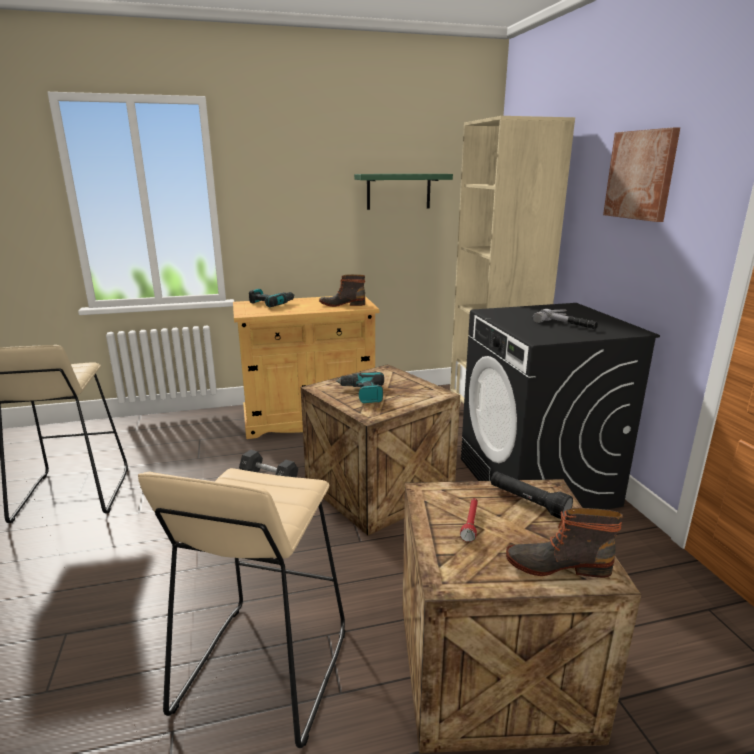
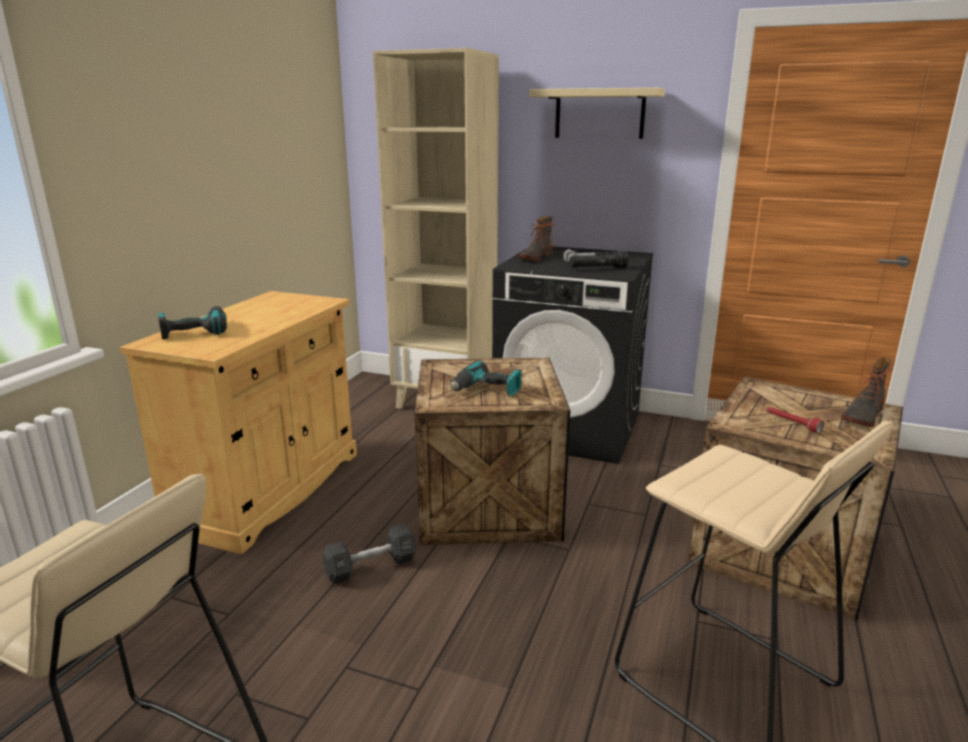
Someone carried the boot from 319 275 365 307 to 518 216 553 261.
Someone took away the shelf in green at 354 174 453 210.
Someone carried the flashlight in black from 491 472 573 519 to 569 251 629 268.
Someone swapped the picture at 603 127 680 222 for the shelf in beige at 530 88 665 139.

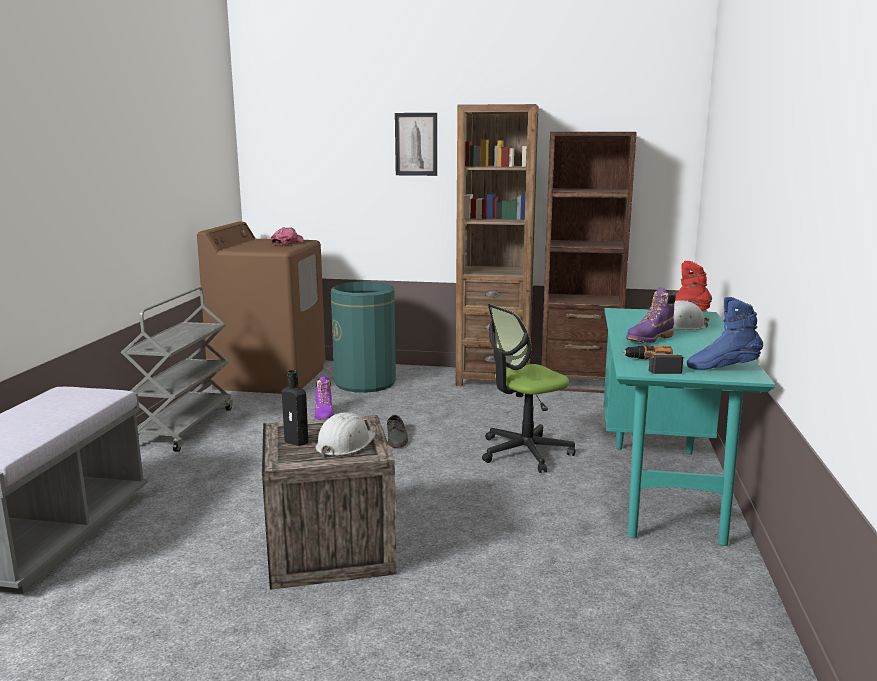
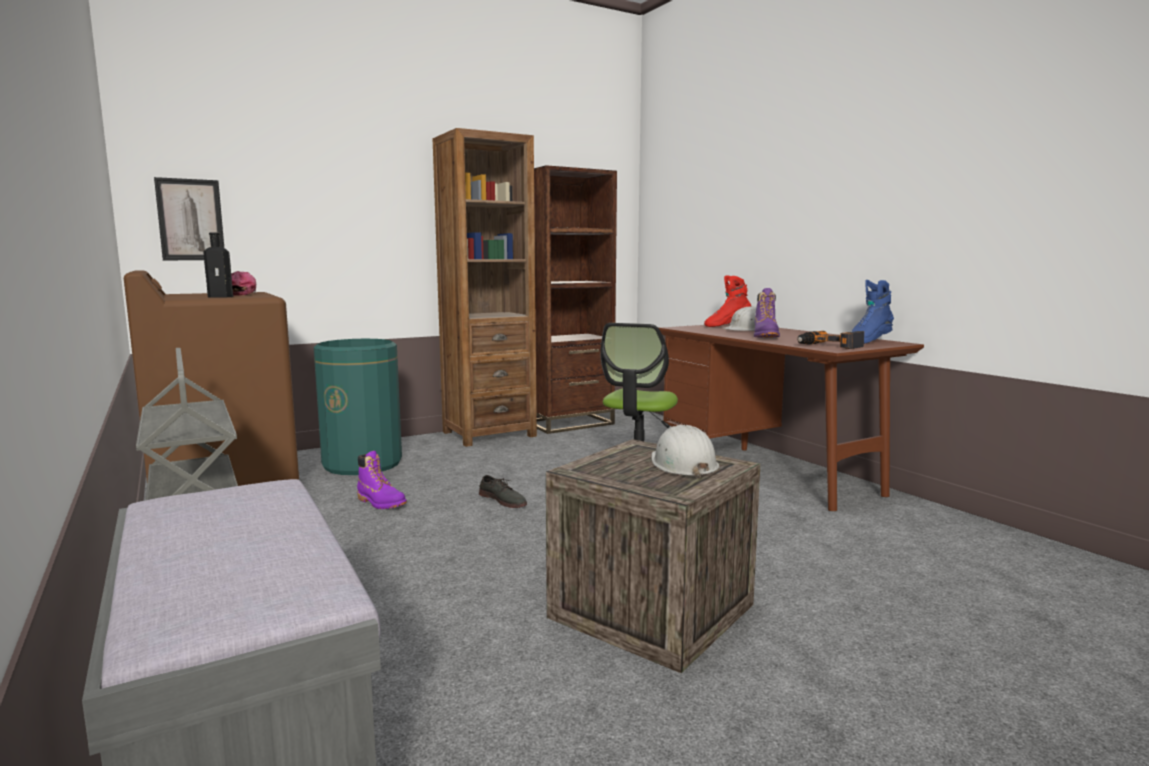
Someone carried the bottle in black from 282 370 308 446 to 203 233 233 298.
Someone carried the picture from 395 113 437 176 to 154 177 224 260.
Someone repainted the desk in turquoise at 604 308 775 546, which became the desk in brown at 659 323 924 511.

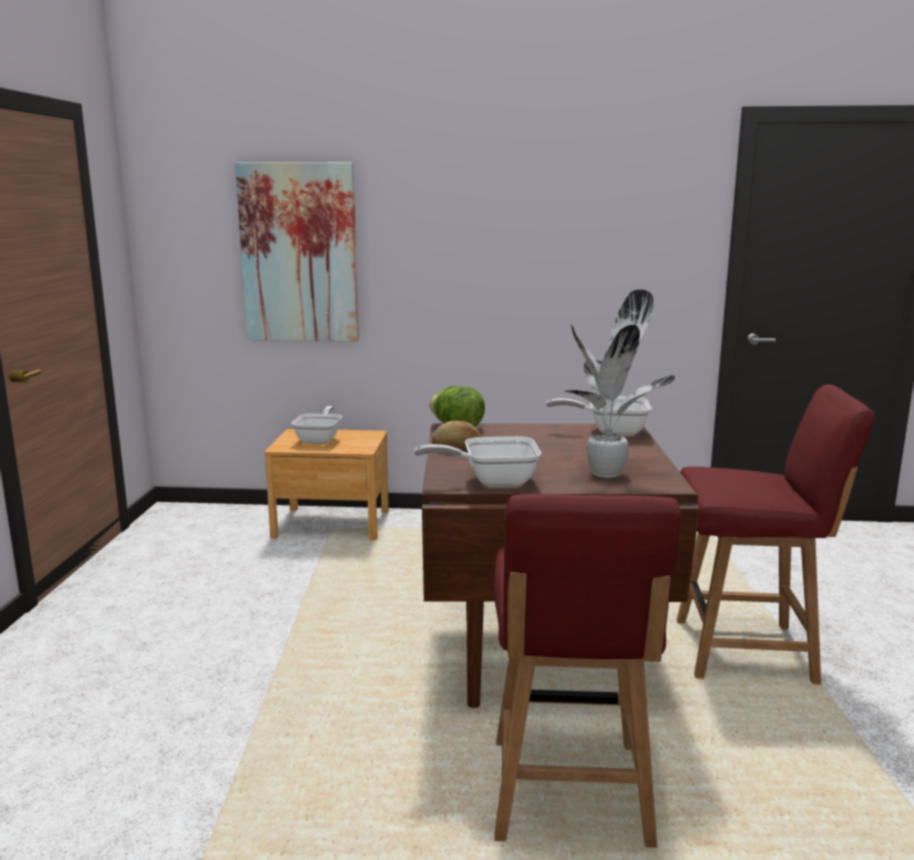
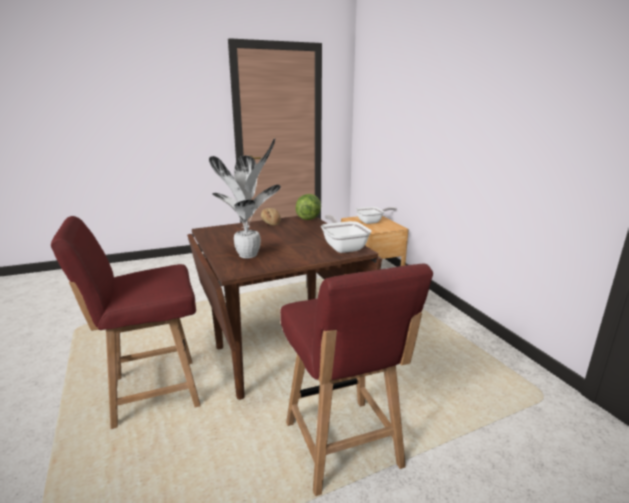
Someone took away the picture at 235 162 359 342.
Someone took away the frying pan at 414 436 541 487.

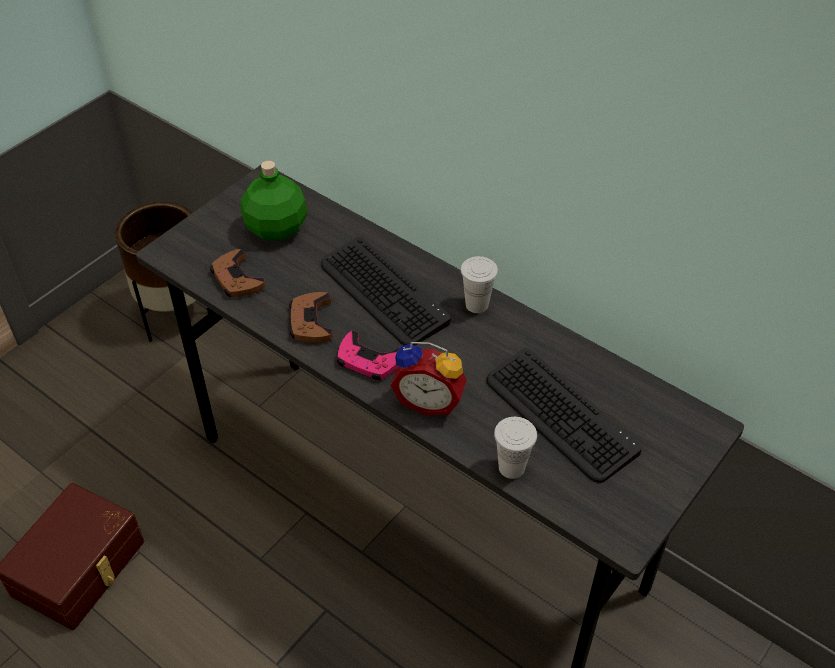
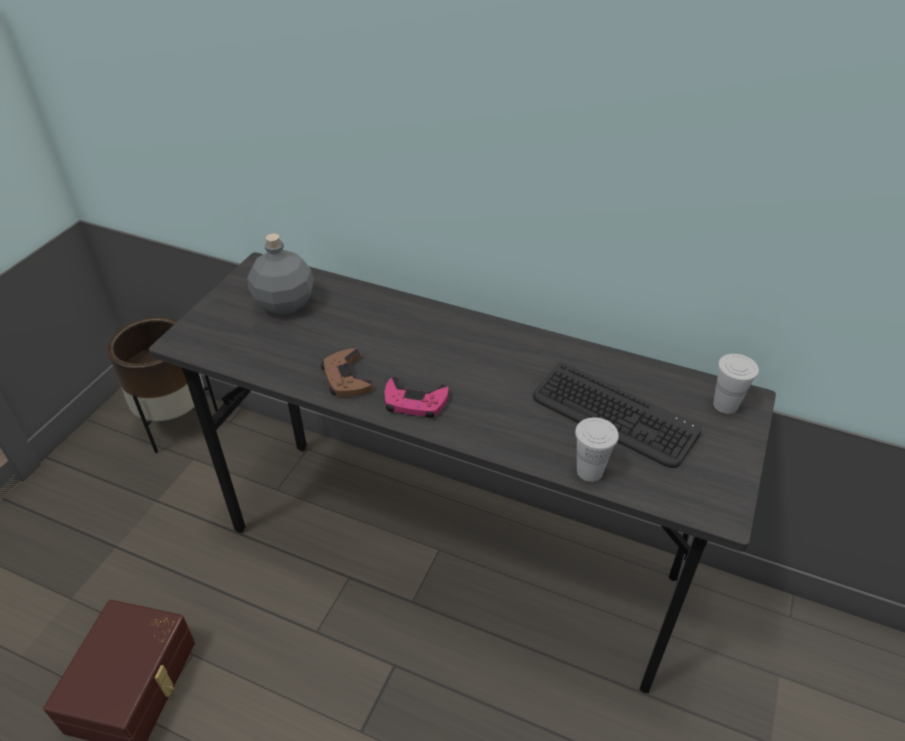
Someone took away the game controller in brown at 210 249 265 297.
Someone repainted the bottle in green at 241 161 307 241, which became the bottle in grey at 247 233 314 315.
Someone took away the keyboard at 321 236 450 346.
Someone took away the alarm clock at 390 342 467 415.
Someone carried the cup in white from 461 256 498 313 to 713 354 759 414.

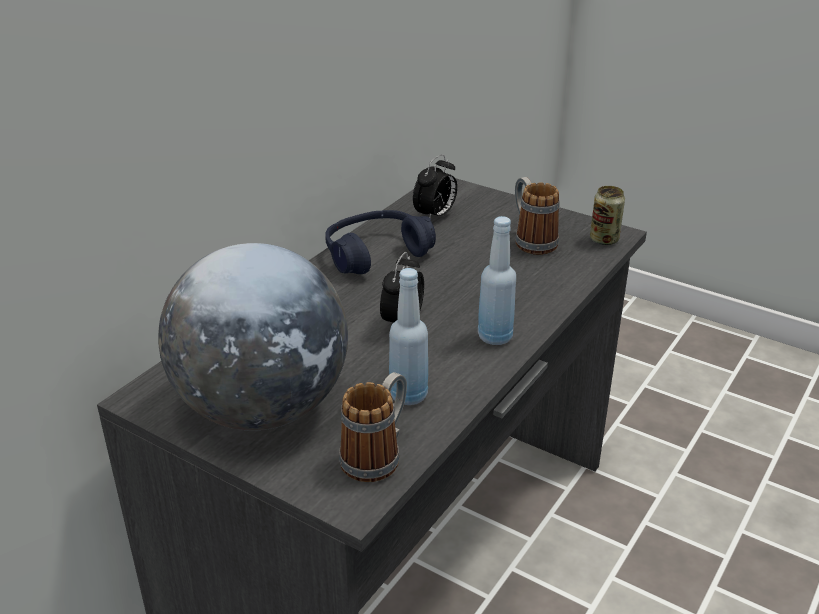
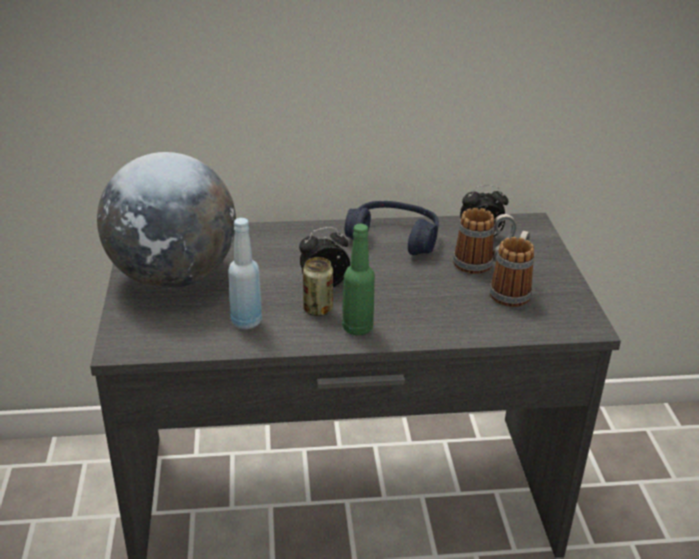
Someone carried the mug from 339 372 407 482 to 453 208 517 274.
Someone repainted the bottle in blue at 478 216 516 345, which became the bottle in green at 342 224 375 335.
Someone carried the can from 590 186 625 245 to 303 257 333 316.

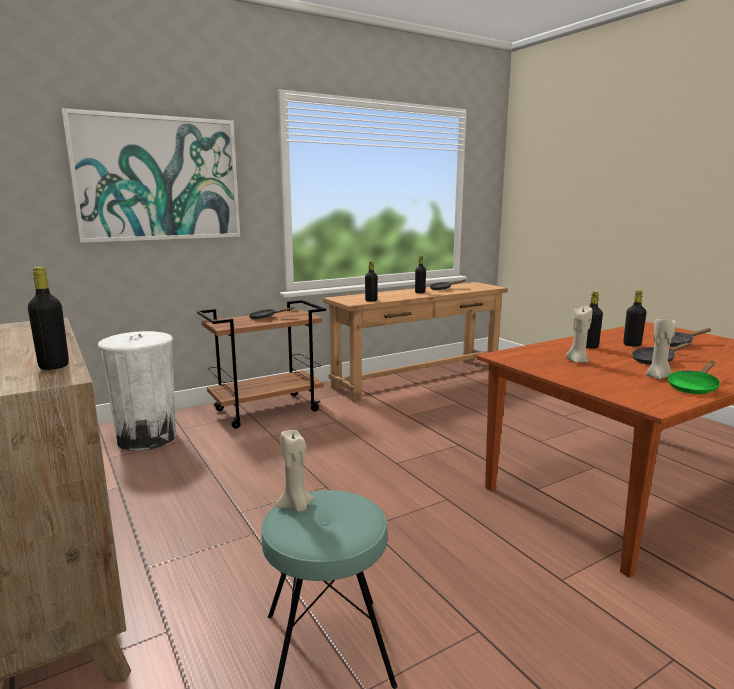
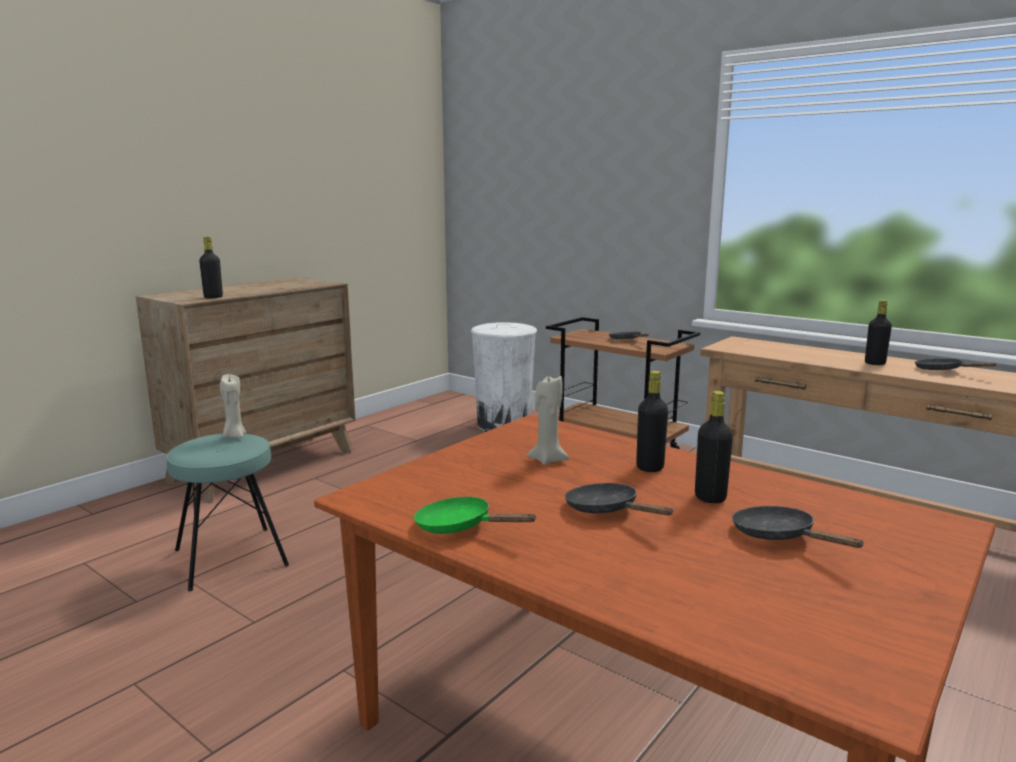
Someone took away the picture at 62 108 240 243.
Someone took away the bottle in black at 365 261 378 302.
Someone took away the candle in beige at 646 319 676 379.

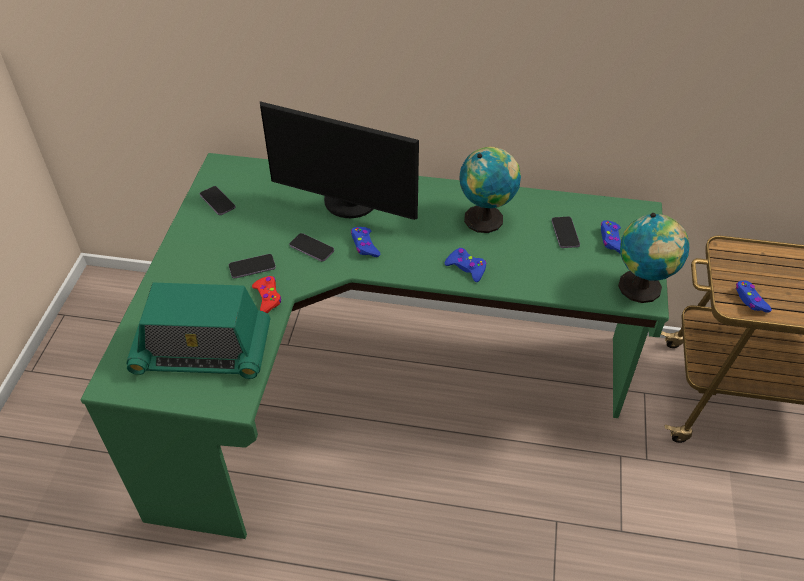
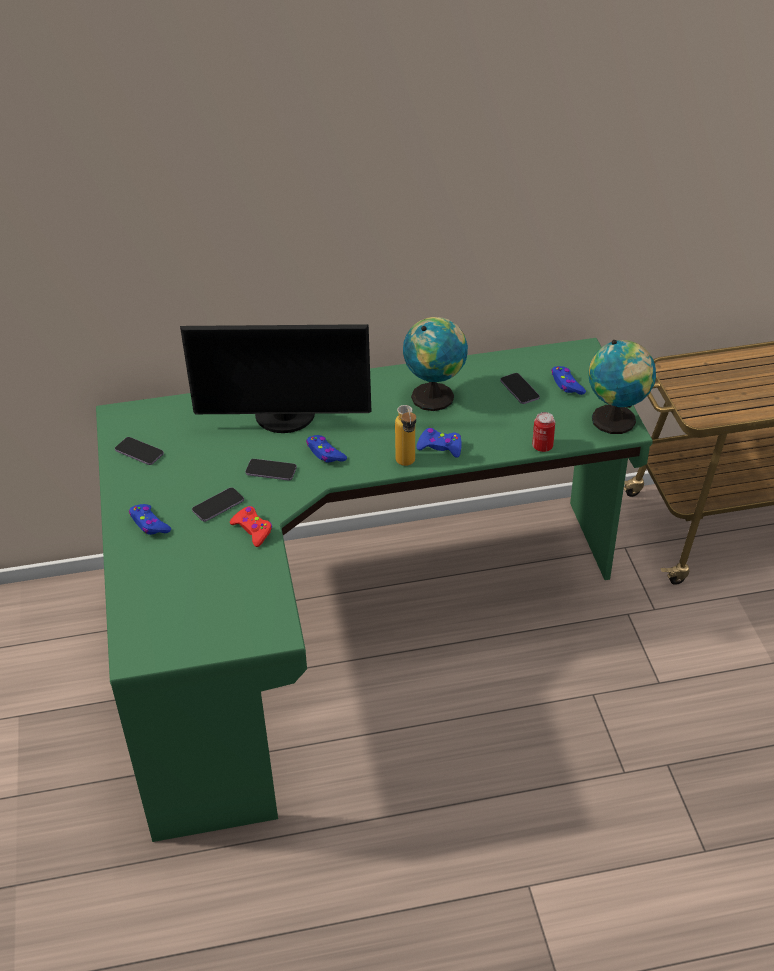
Someone took away the radio at 126 283 270 379.
Someone carried the game controller in blue from 736 280 772 313 to 129 504 171 535.
Someone put down the bottle at 395 405 416 466.
Someone put down the can at 532 412 555 452.

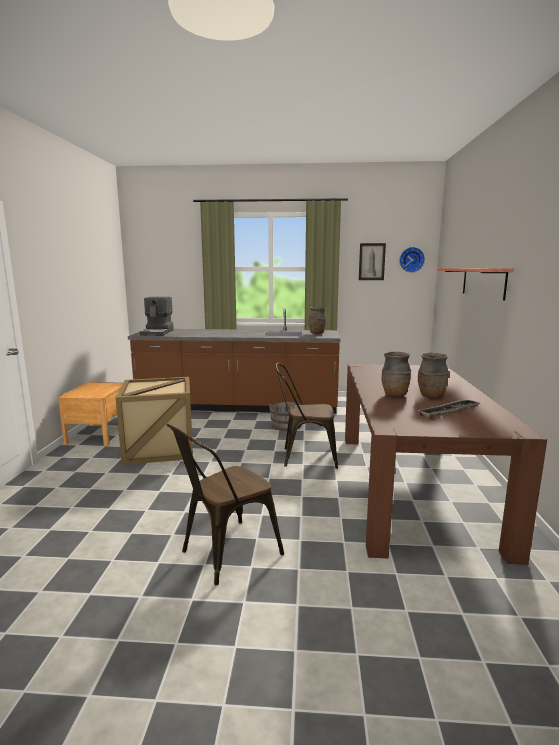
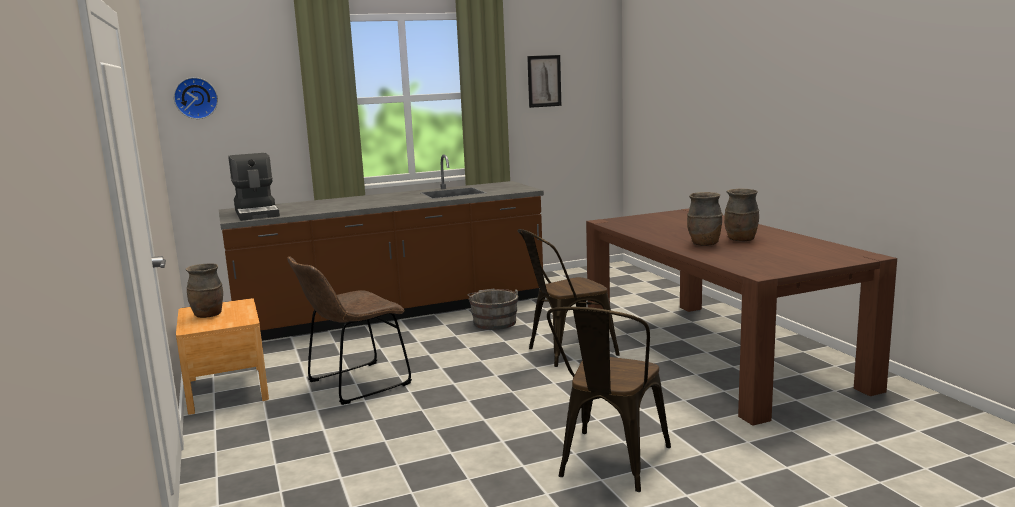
Someone swapped the crate at 116 377 193 465 for the chair in brown at 287 257 412 405.
Someone carried the vase in brown from 309 307 326 334 to 186 263 223 318.
Someone carried the wall clock from 399 247 425 273 to 174 77 218 119.
Someone took away the tray at 419 400 479 418.
Someone took away the shelf at 437 268 514 300.

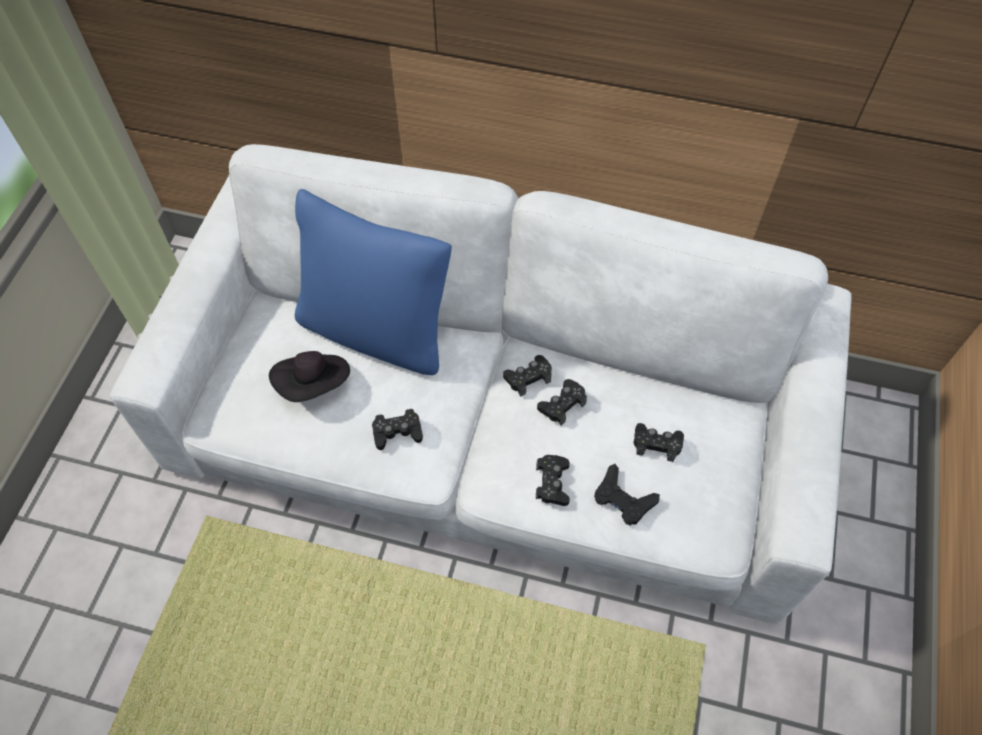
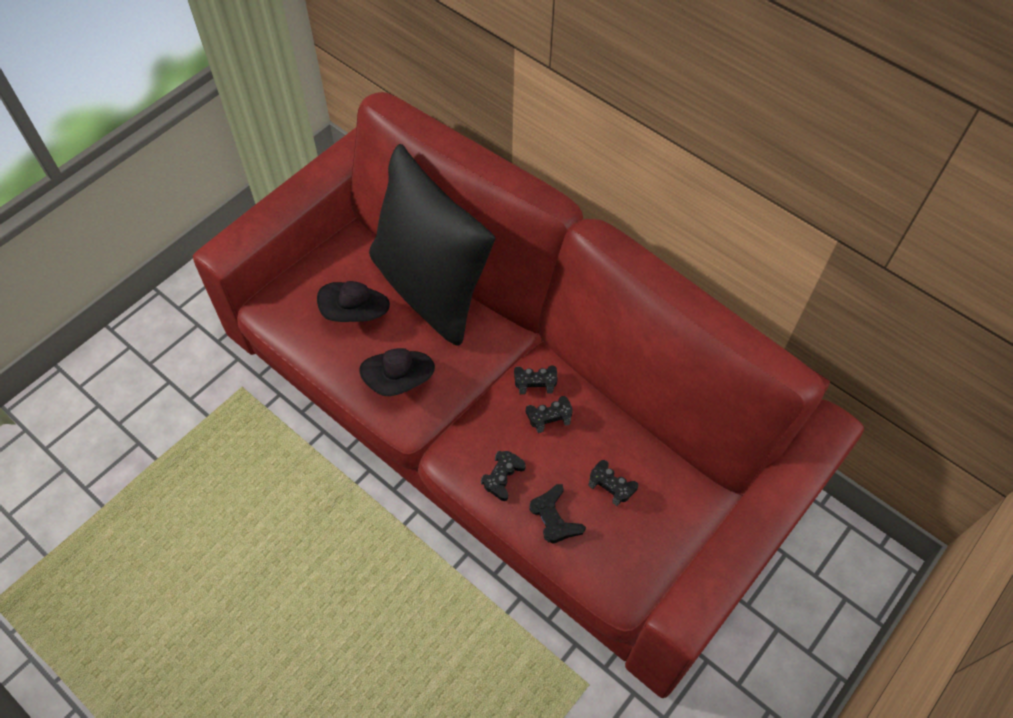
Someone repainted the sofa in white at 110 144 852 624, which became the sofa in red at 193 92 864 698.
Someone repainted the pillow in blue at 295 189 452 375, which became the pillow in black at 369 144 496 346.
Someone swapped the game controller in black at 372 409 423 450 for the hat in black at 359 348 435 396.

